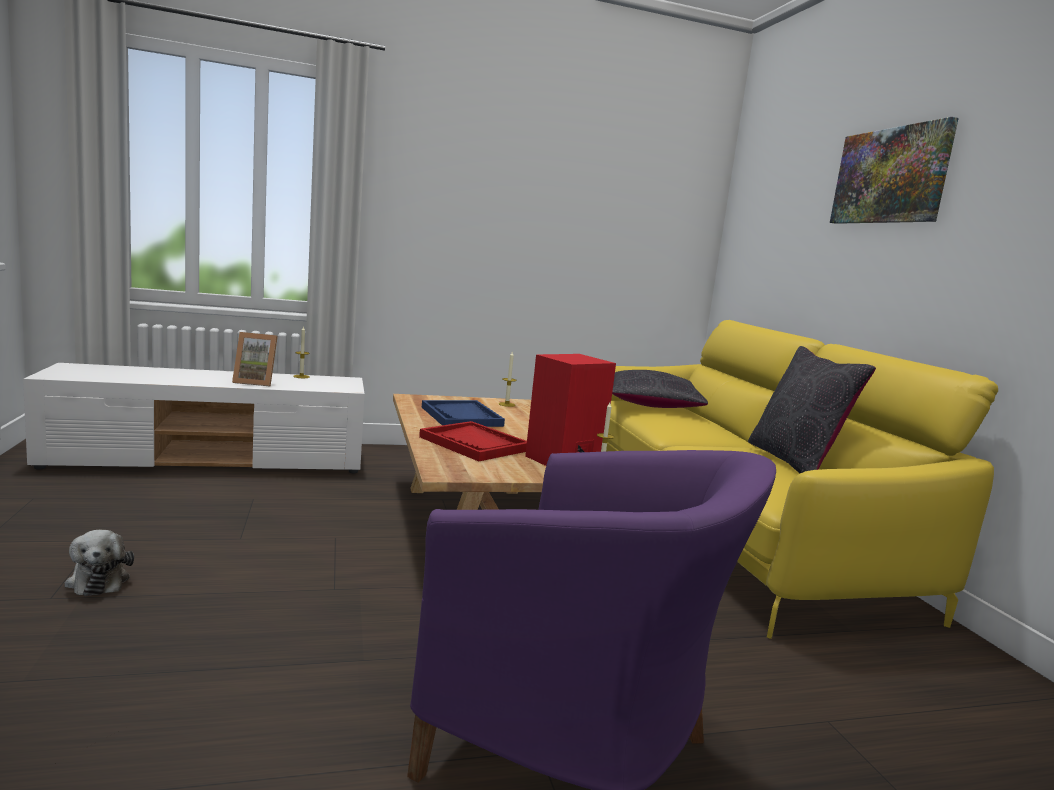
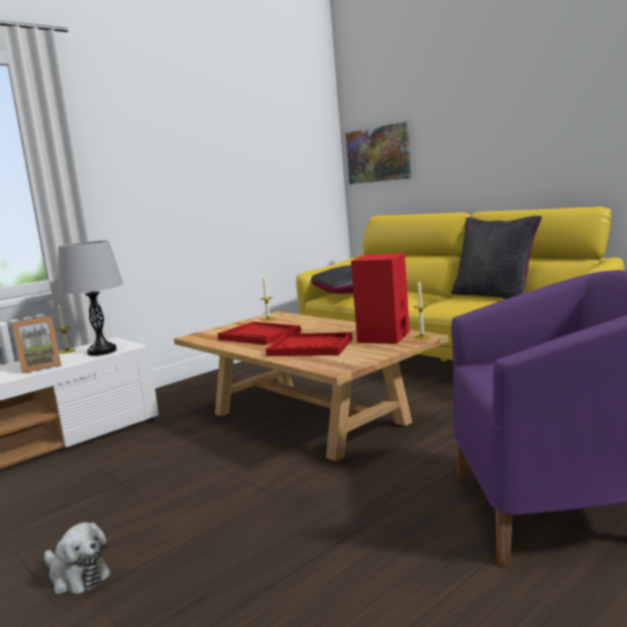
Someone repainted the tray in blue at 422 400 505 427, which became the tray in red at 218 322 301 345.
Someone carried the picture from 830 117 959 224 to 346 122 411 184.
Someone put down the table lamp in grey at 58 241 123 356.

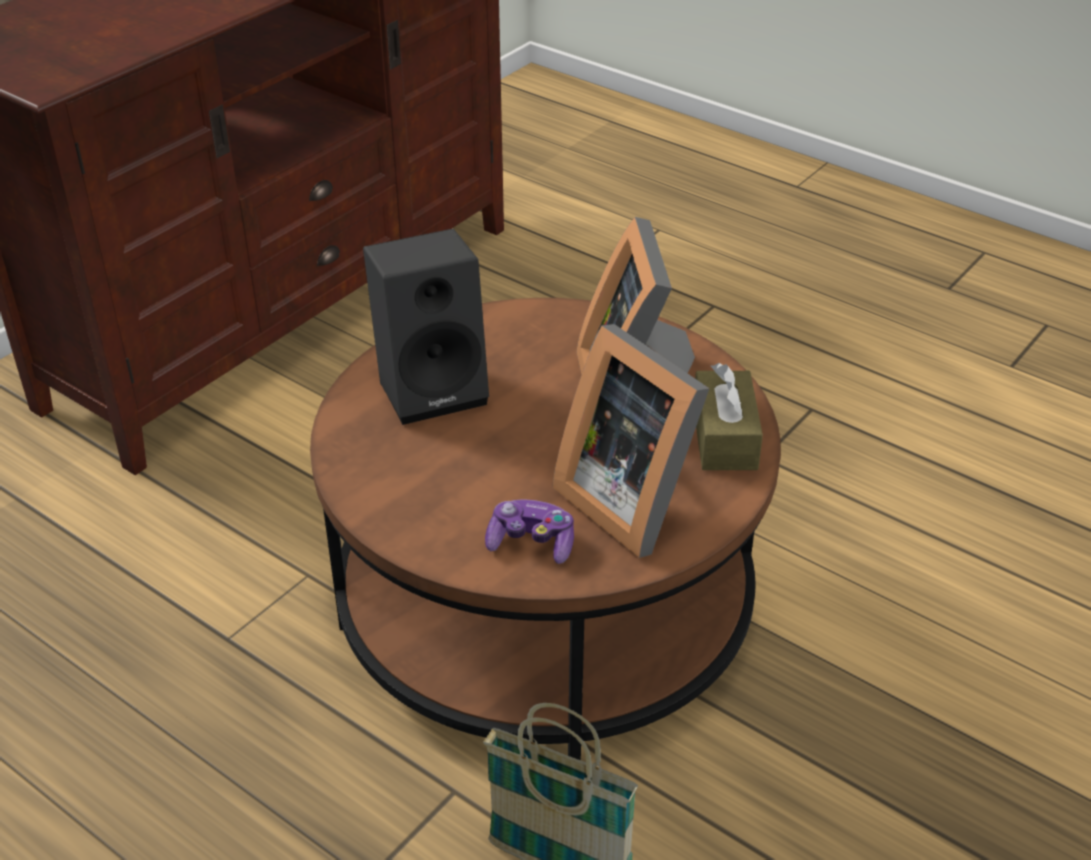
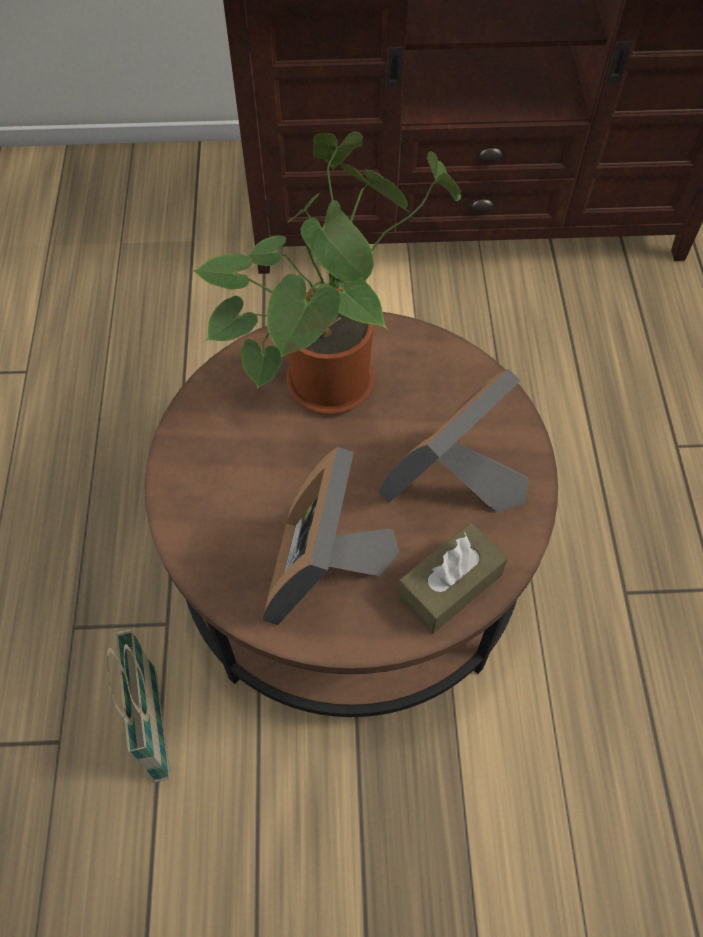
Someone swapped the speaker in black at 363 229 489 425 for the potted plant at 192 132 461 414.
Someone took away the game controller at 485 500 574 564.

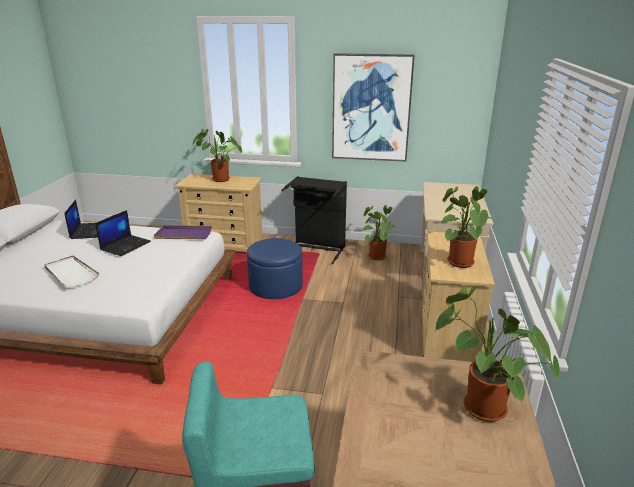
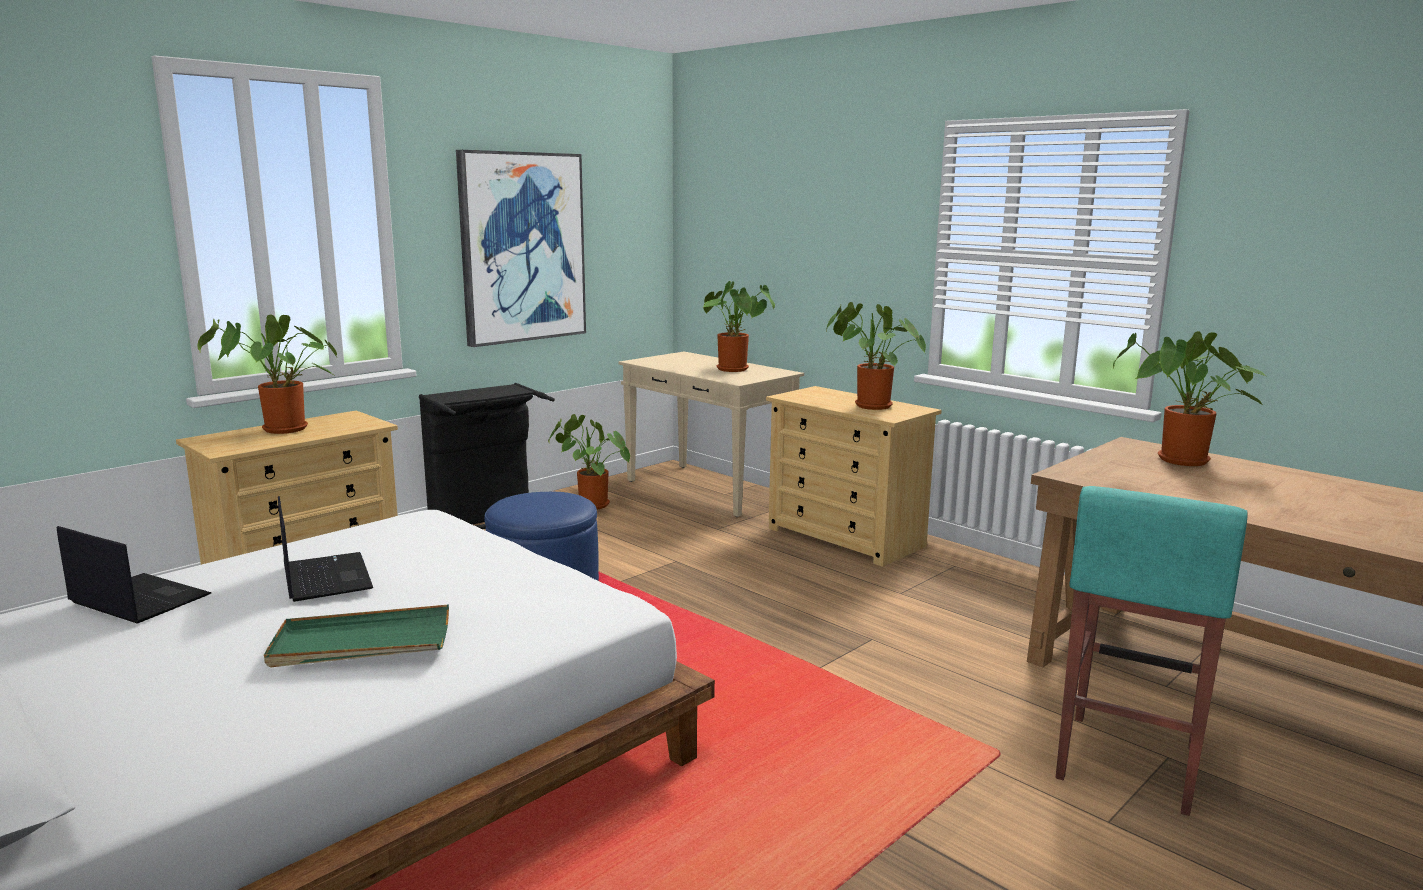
Someone repainted the tray in white at 44 256 99 288, which became the tray in green at 264 605 449 667.
Someone took away the tray in purple at 154 225 212 239.
Someone put down the potted plant at 703 281 775 372.

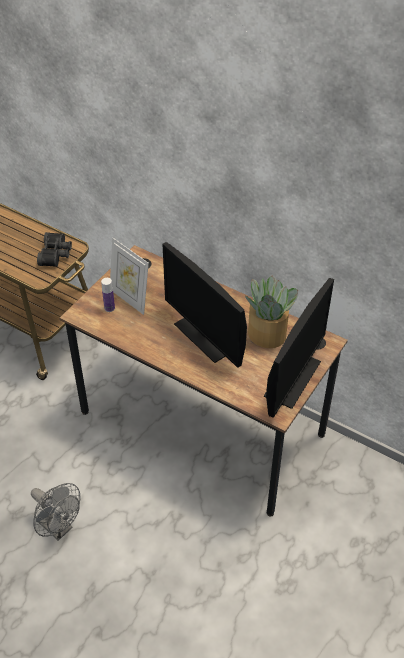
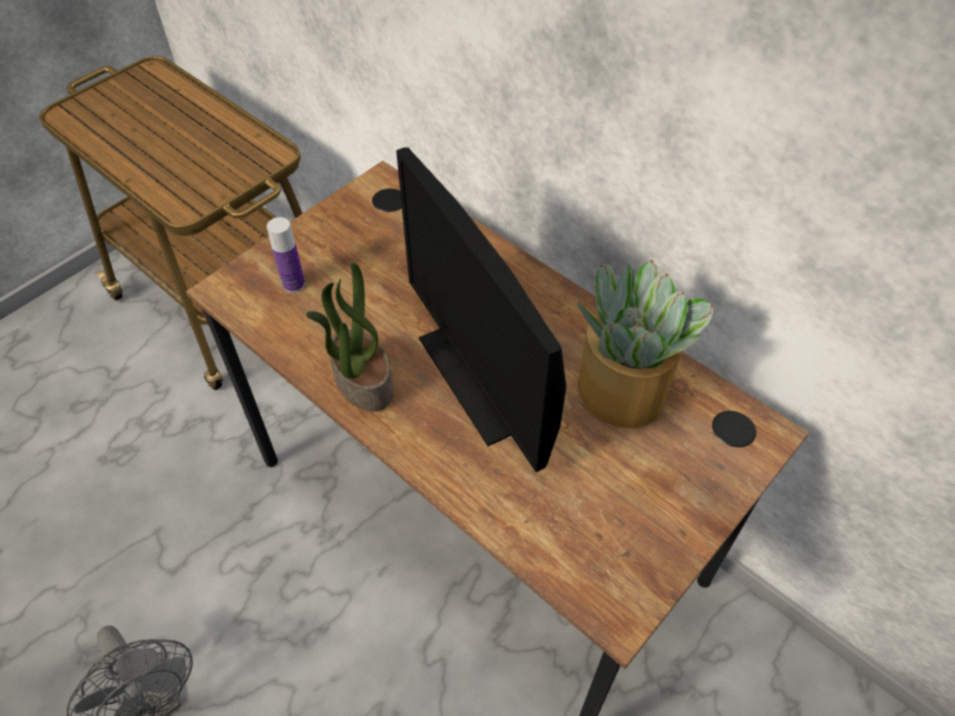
Someone took away the binoculars in black at 37 232 72 267.
Someone took away the picture frame at 110 238 149 315.
Someone took away the monitor at 264 278 334 418.
Someone put down the potted plant at 306 263 393 412.

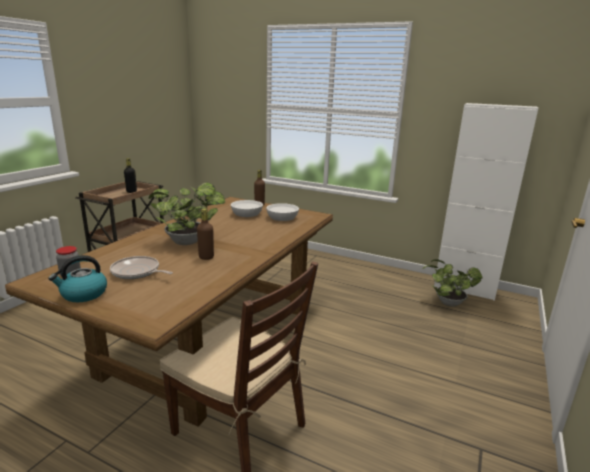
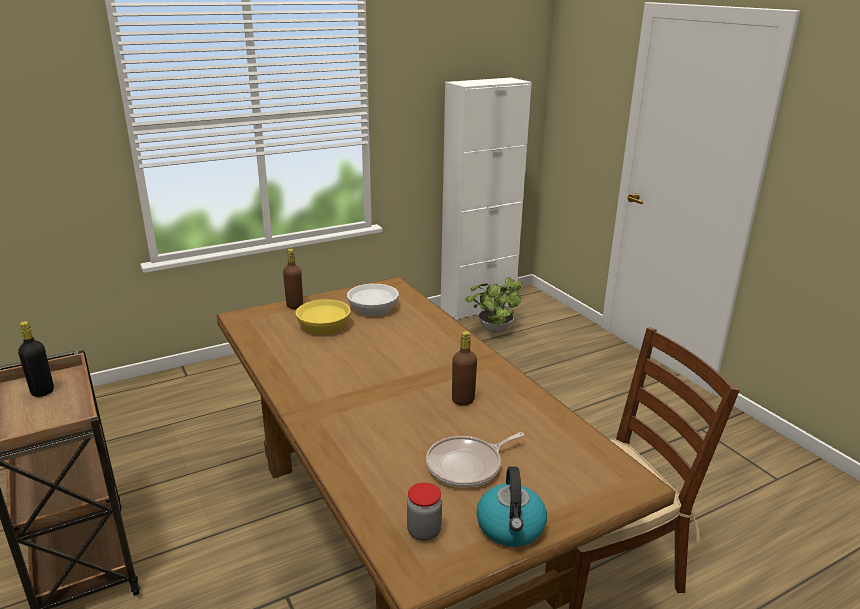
Someone took away the potted plant at 149 182 225 245.
Someone repainted the bowl in white at 231 200 263 217, which became the bowl in yellow at 296 299 350 335.

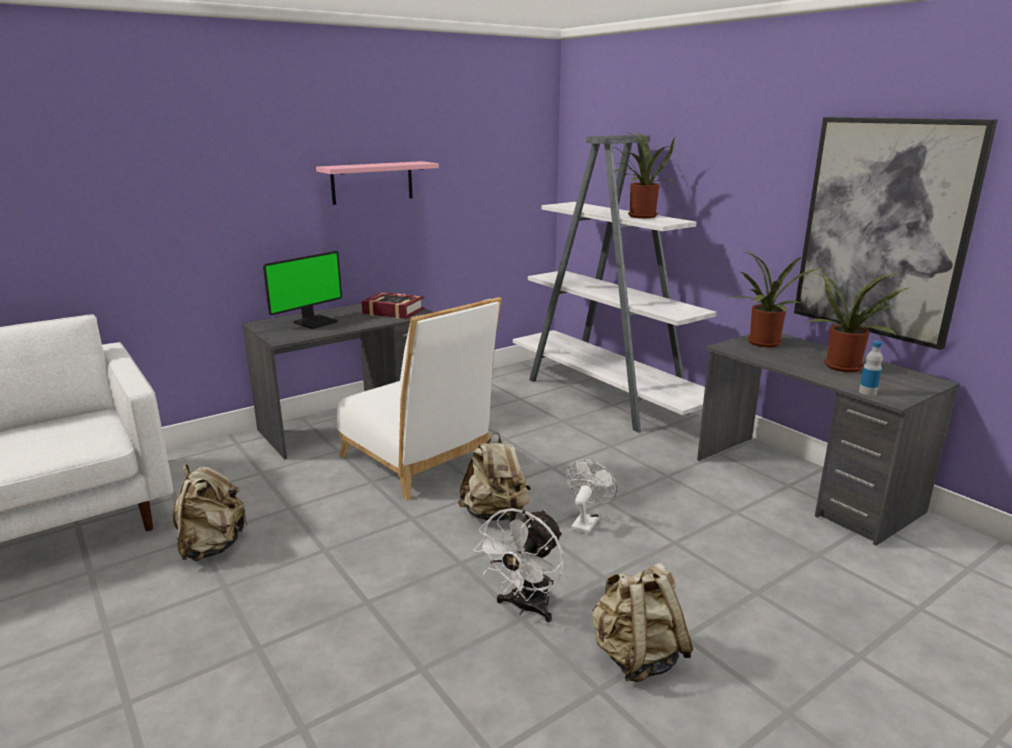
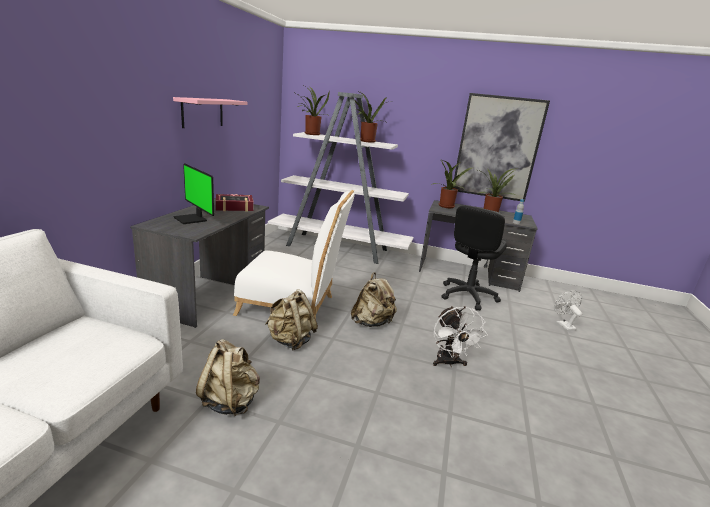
Someone rotated the monitor at 263 251 342 329 by 135 degrees clockwise.
Someone carried the fan in white from 566 460 617 534 to 554 291 582 331.
Someone carried the backpack in beige from 592 563 693 682 to 265 289 318 351.
Someone put down the potted plant at 296 86 330 135.
Someone put down the office chair in black at 442 205 507 310.

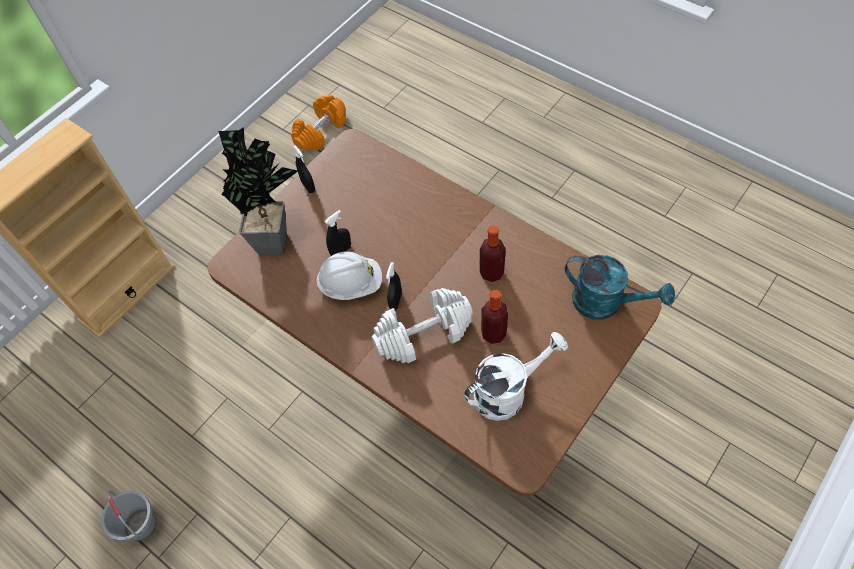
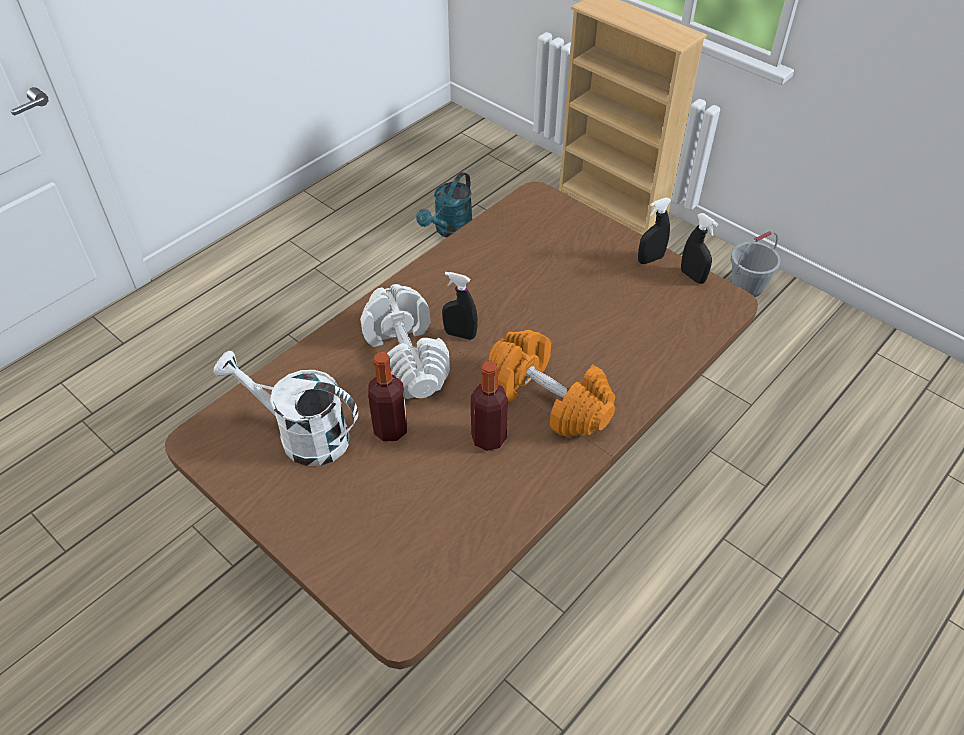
Someone carried the bucket in grey from 101 491 157 541 to 731 231 781 297.
Someone took away the potted plant at 218 127 298 255.
Someone carried the dumbbell in orange from 291 95 346 151 to 488 330 615 438.
Someone took away the hard hat in white at 316 251 382 300.
Someone carried the spray bottle in black from 325 210 351 256 to 681 213 718 284.
Someone rotated the watering can in white at 464 332 568 421 by 135 degrees clockwise.
Someone carried the watering can in turquoise from 565 255 675 320 to 416 172 473 238.

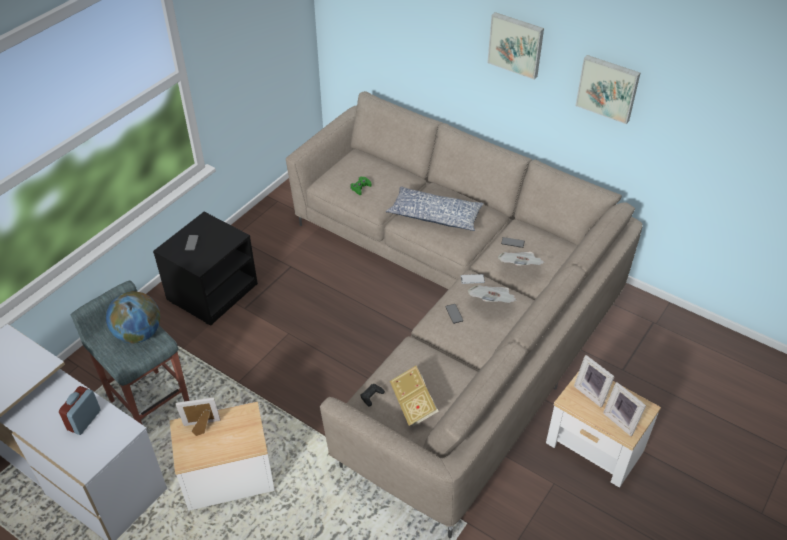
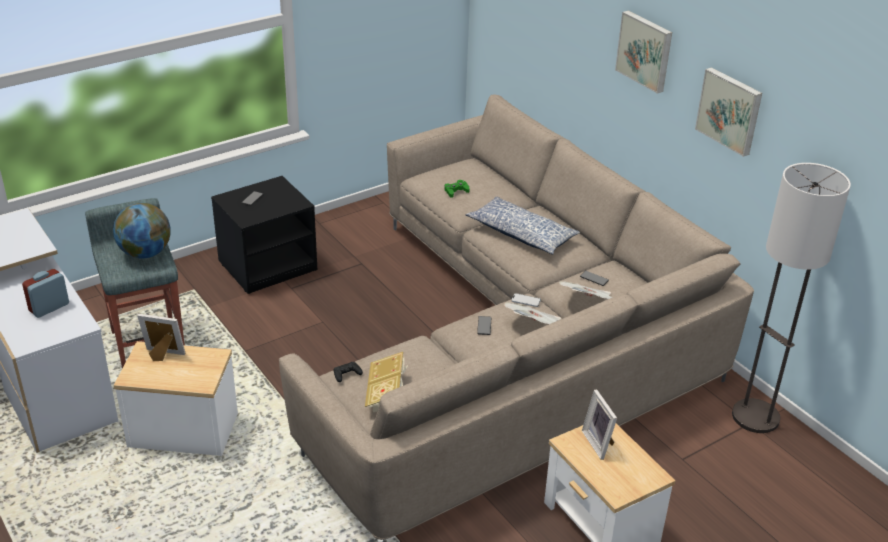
Someone took away the picture frame at 603 382 646 436.
Someone put down the floor lamp at 732 163 851 433.

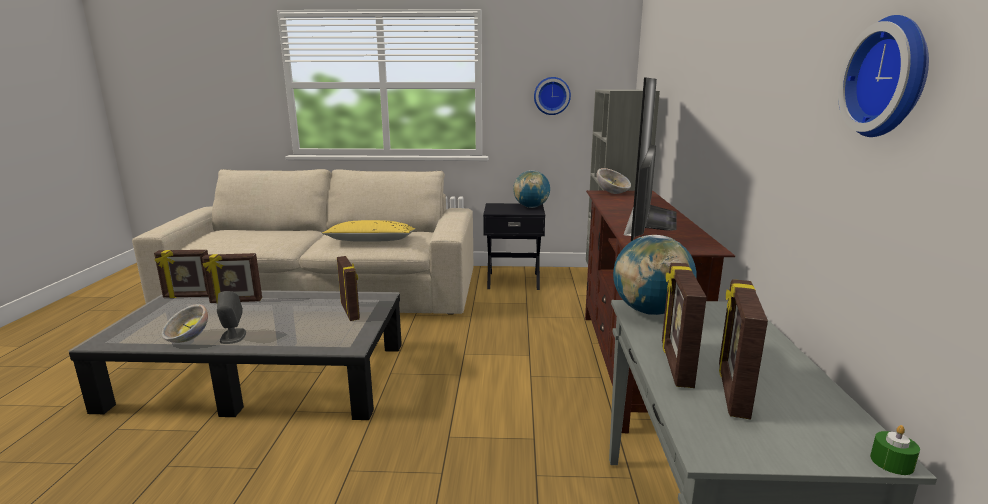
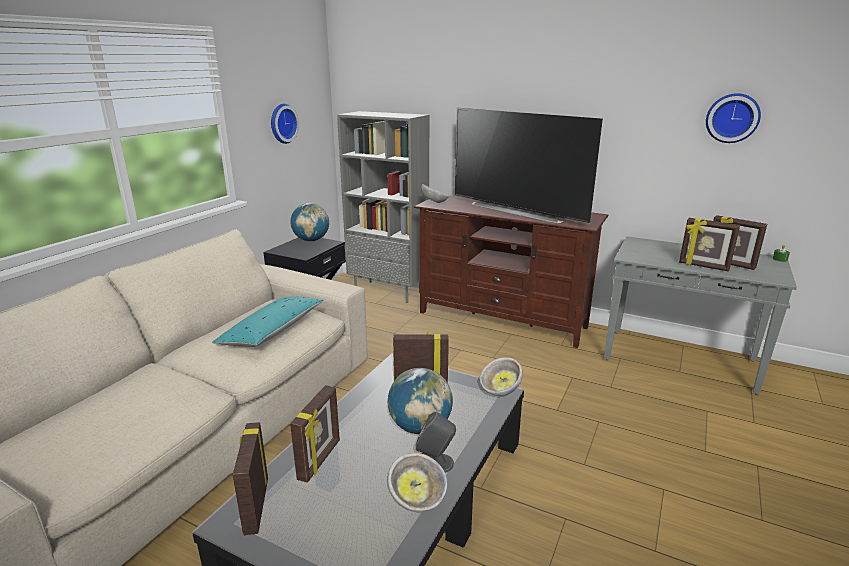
Someone rotated the picture frame at 154 250 209 298 by 150 degrees clockwise.
Someone repainted the pillow in yellow at 322 220 415 242, which became the pillow in turquoise at 212 297 323 347.
Someone carried the globe from 613 235 697 315 to 387 368 453 434.
Someone put down the bowl at 480 357 523 396.

